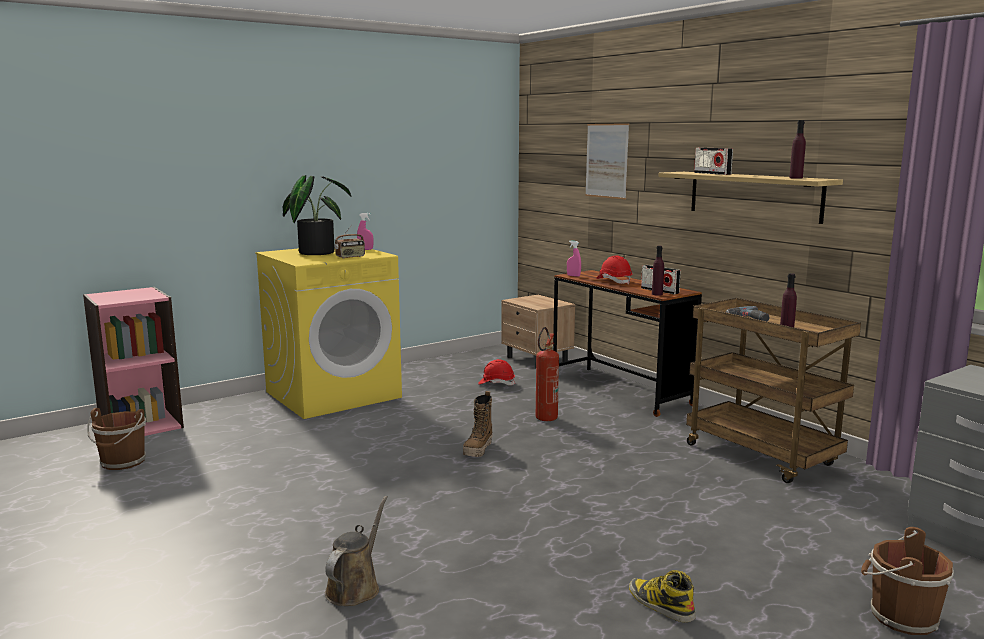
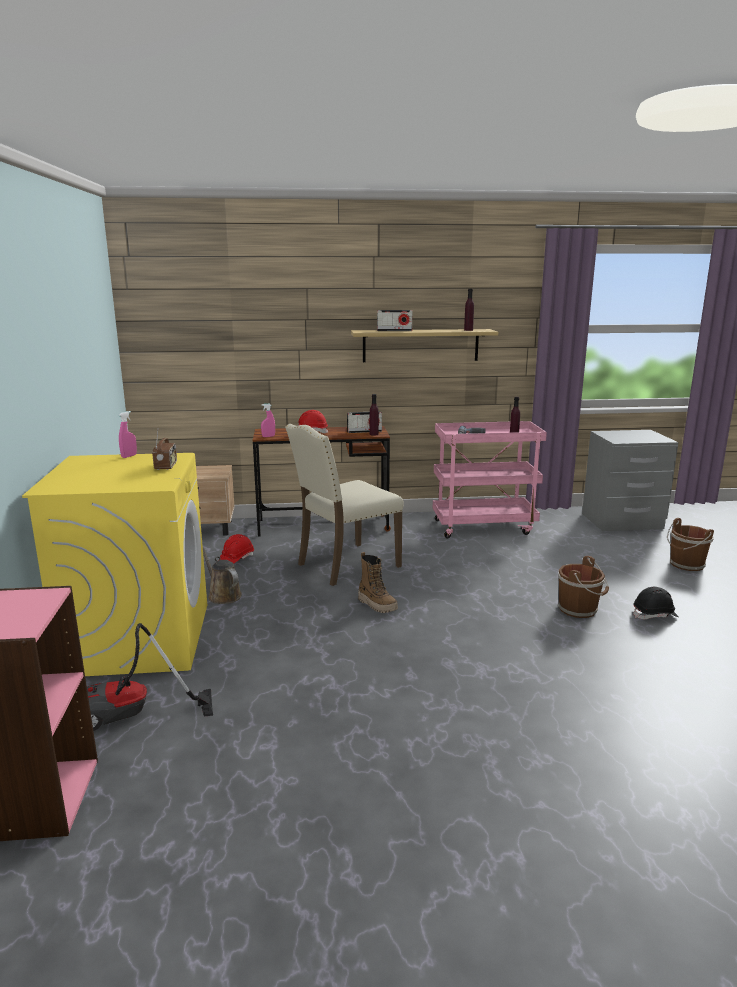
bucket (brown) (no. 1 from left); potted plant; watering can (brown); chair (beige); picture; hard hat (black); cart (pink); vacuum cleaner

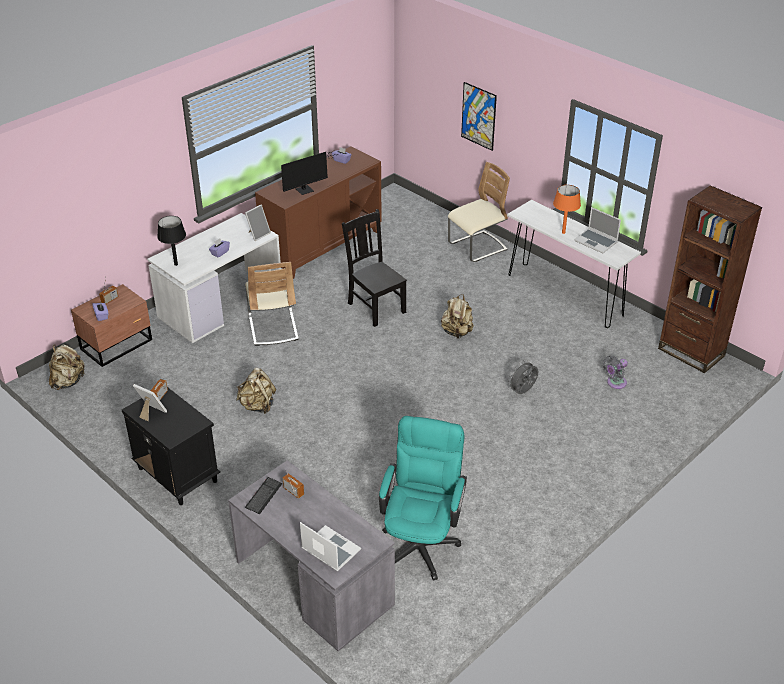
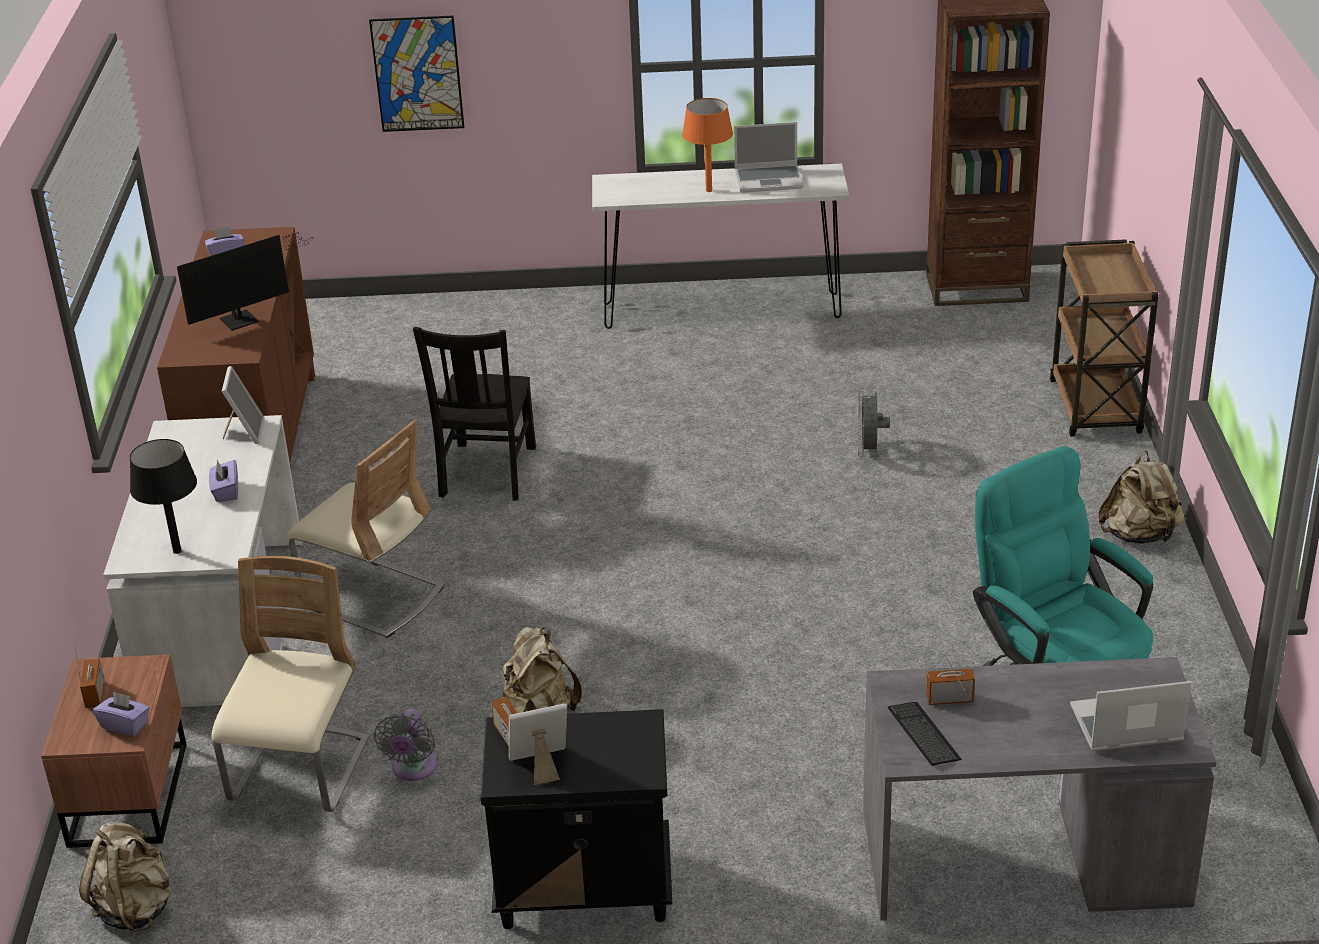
monitor; chair (black); backpack (beige) (no. 3 from left); chair (beige) (no. 1 from left); fan (grey) (no. 1 from left); cart (brown)

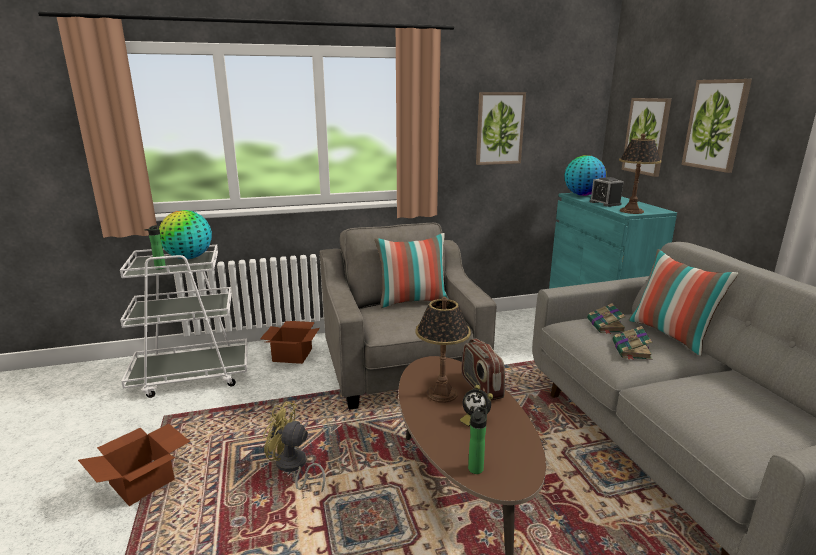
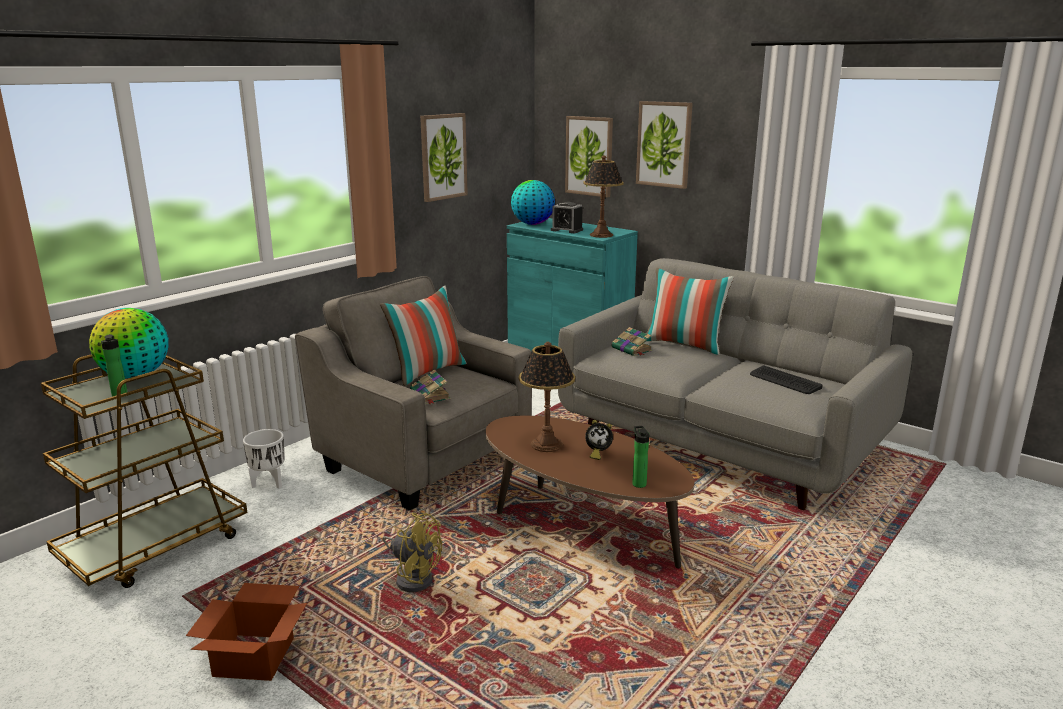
cart (brown); planter (white); fan (yellow); radio; book (no. 1 from left); keyboard

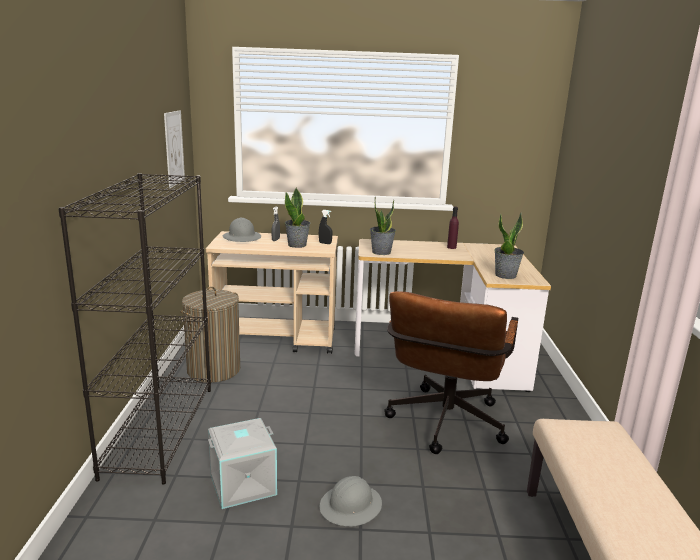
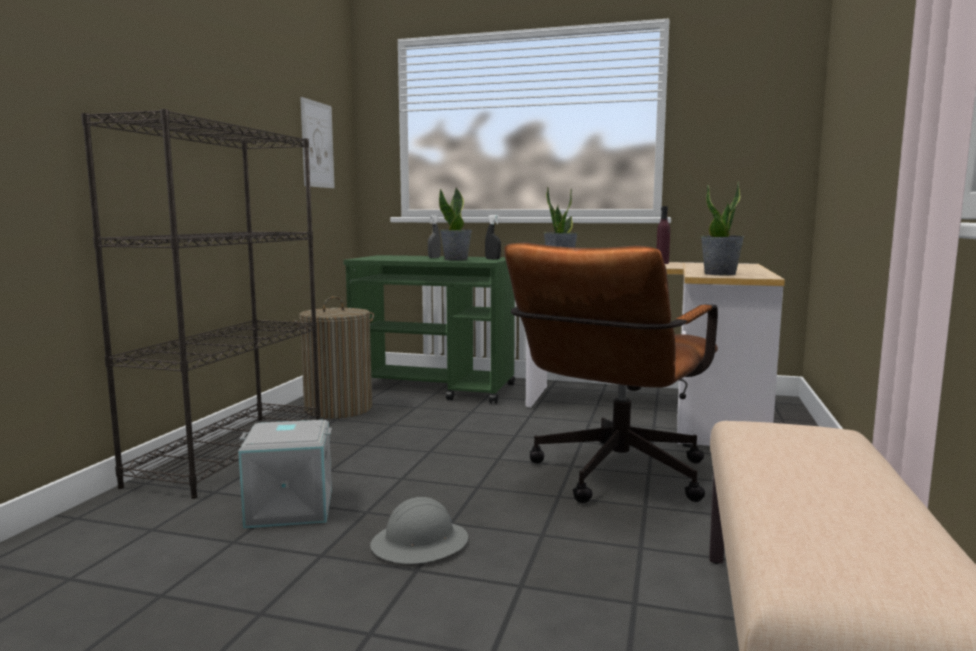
cart (green); hard hat (grey) (no. 1 from left in the first image)

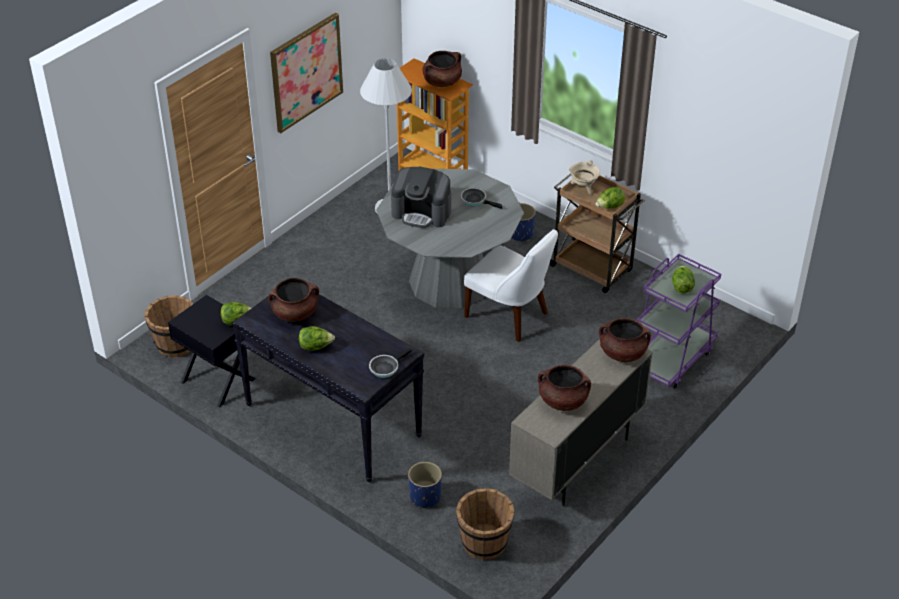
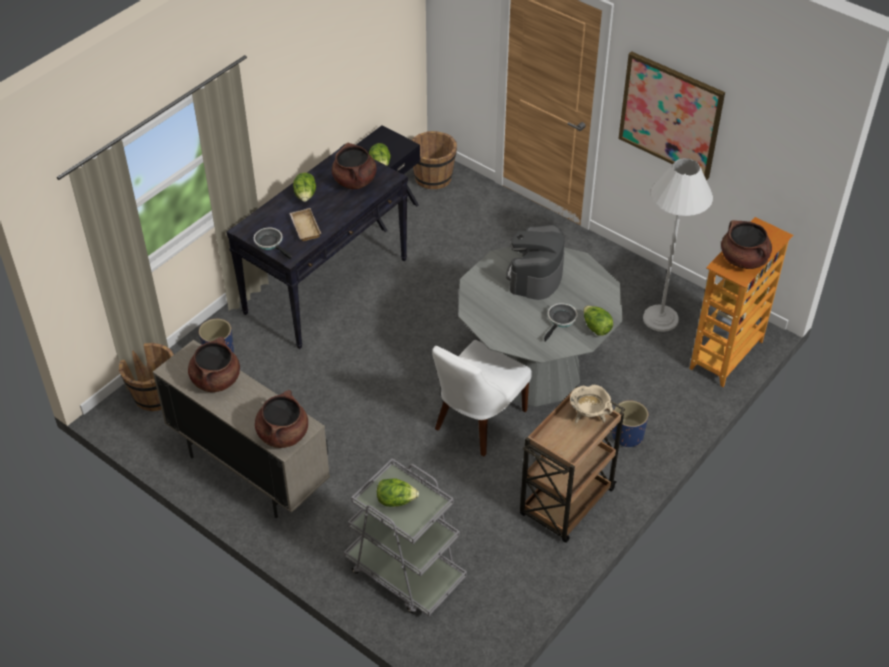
lettuce (no. 4 from left); cart (grey); tray (beige)

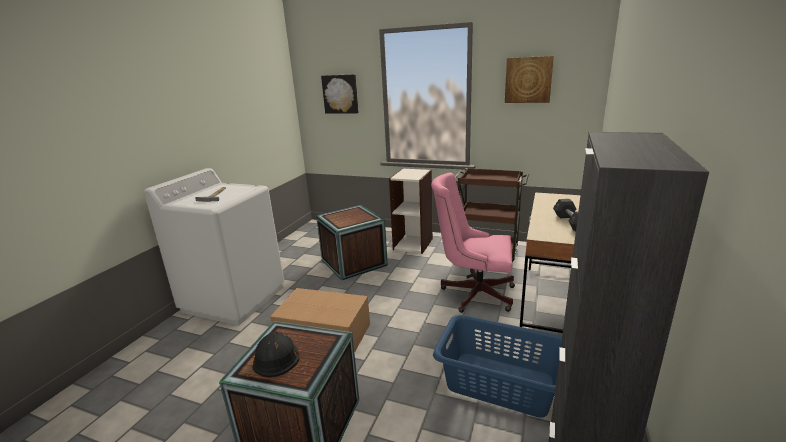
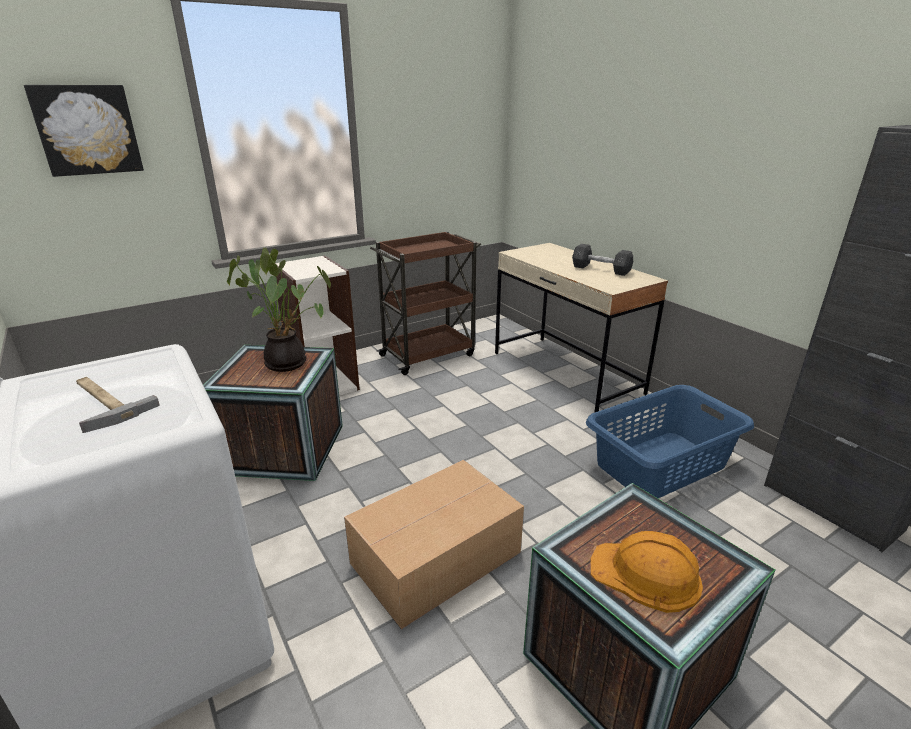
hard hat (orange); office chair (pink); picture (no. 2 from left in the first image); potted plant

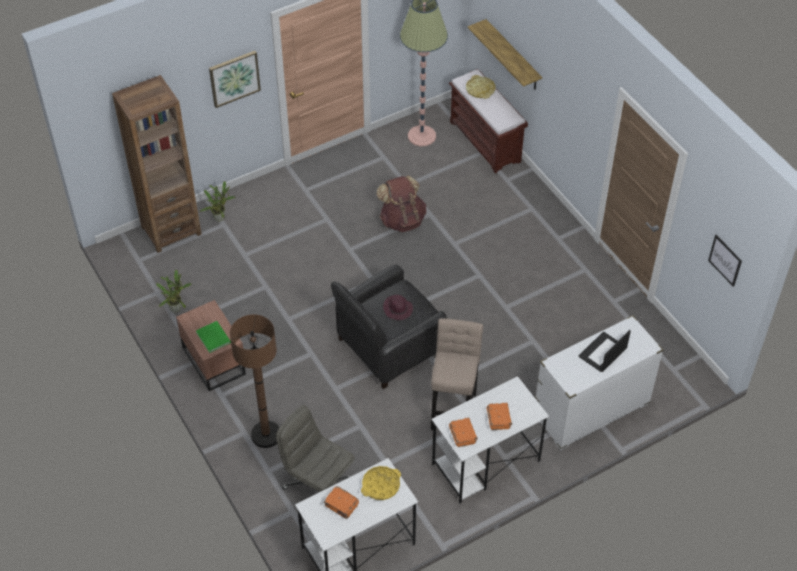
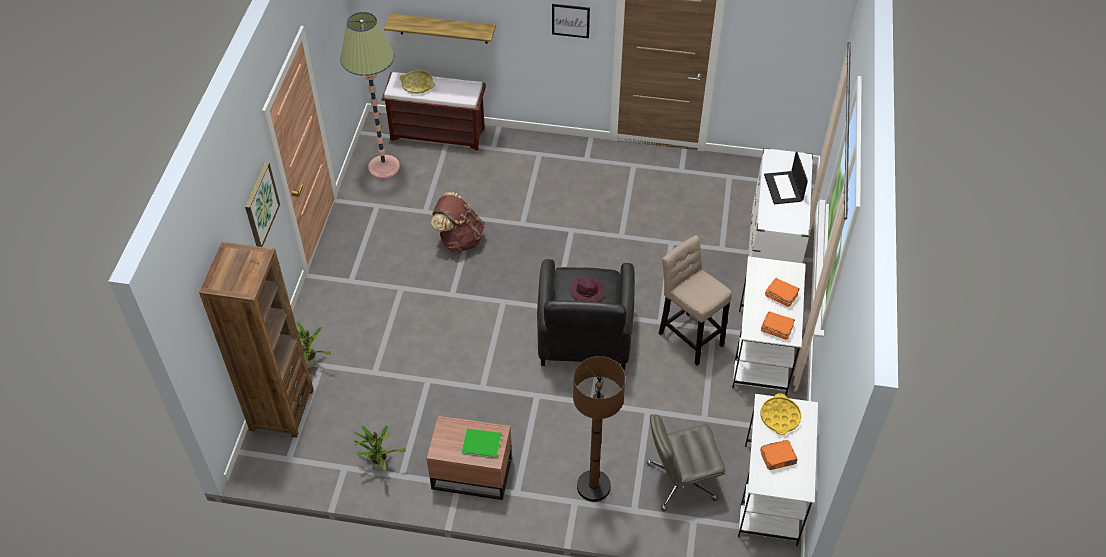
picture (no. 2 from left)

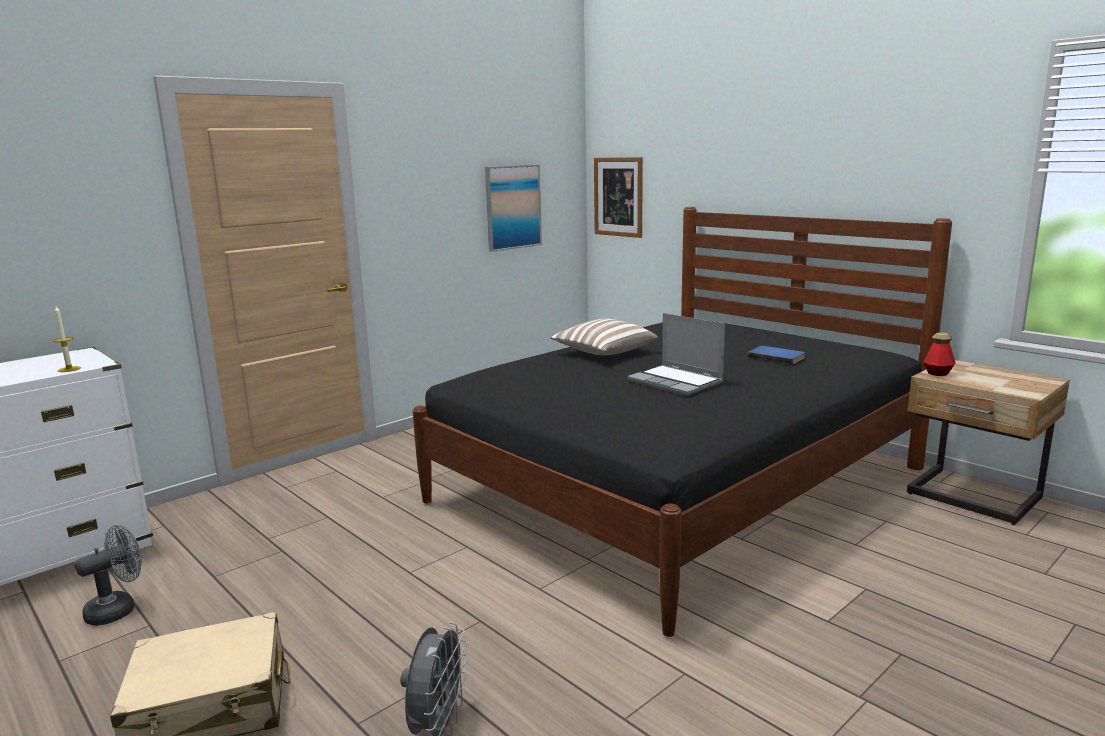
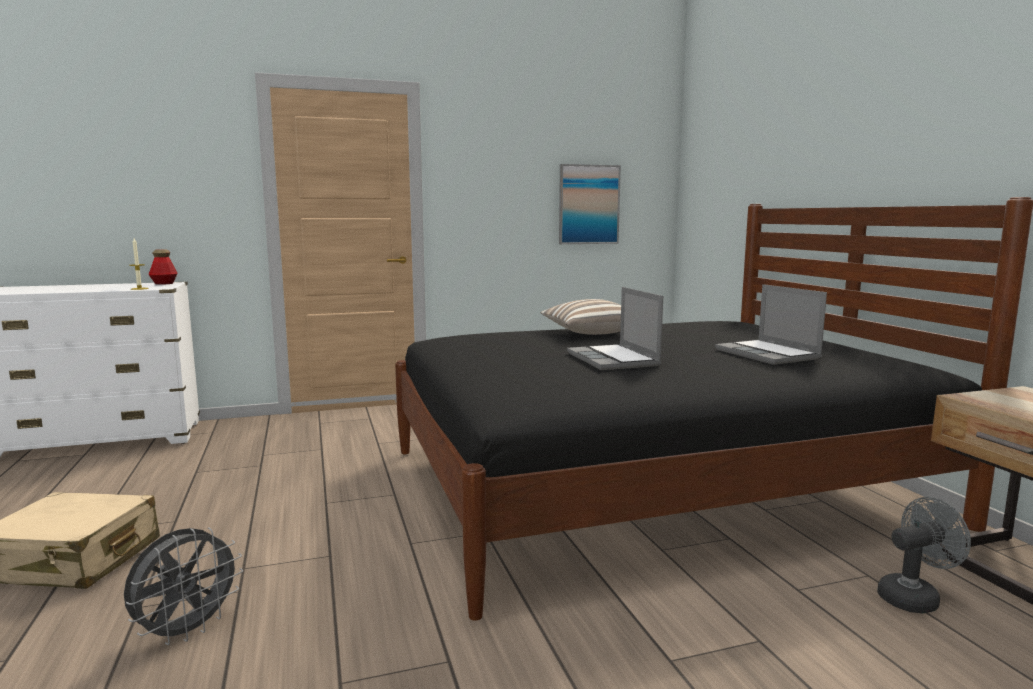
fan (grey) (no. 2 from left); picture (no. 2 from left in the first image); laptop (no. 2 from left); bottle

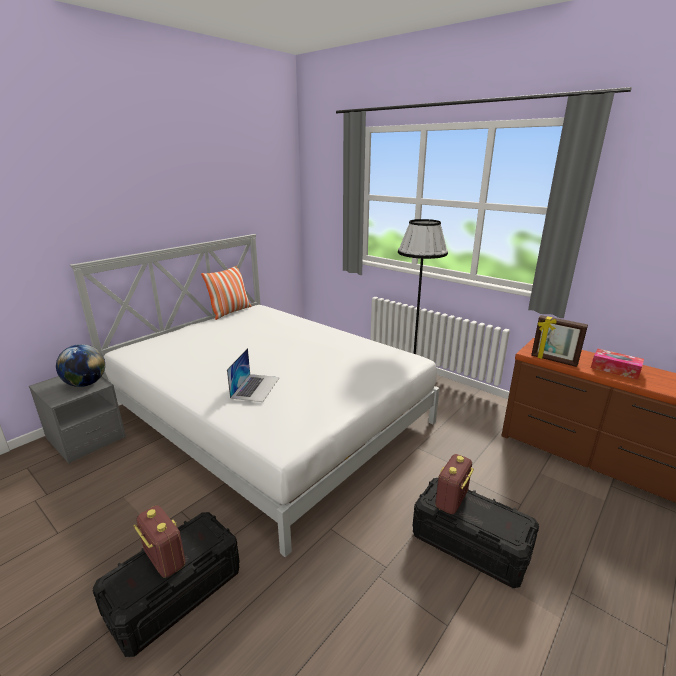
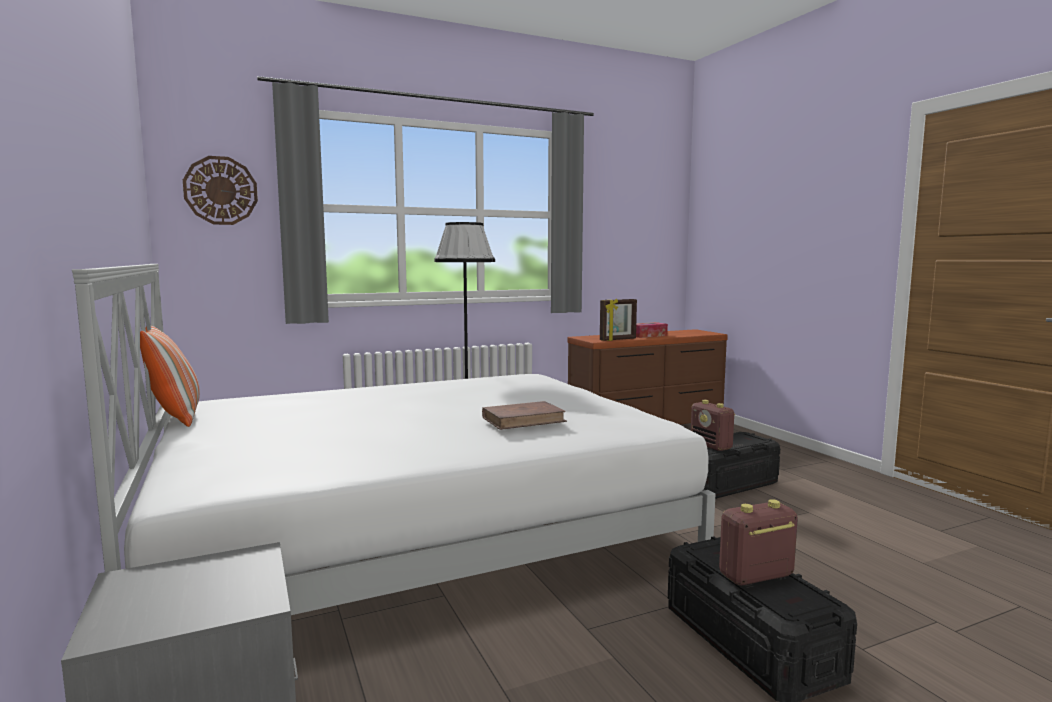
globe; book (brown); wall clock

